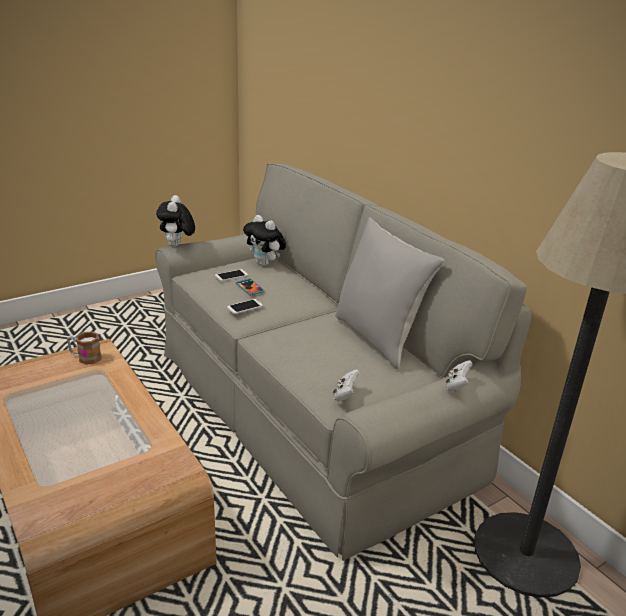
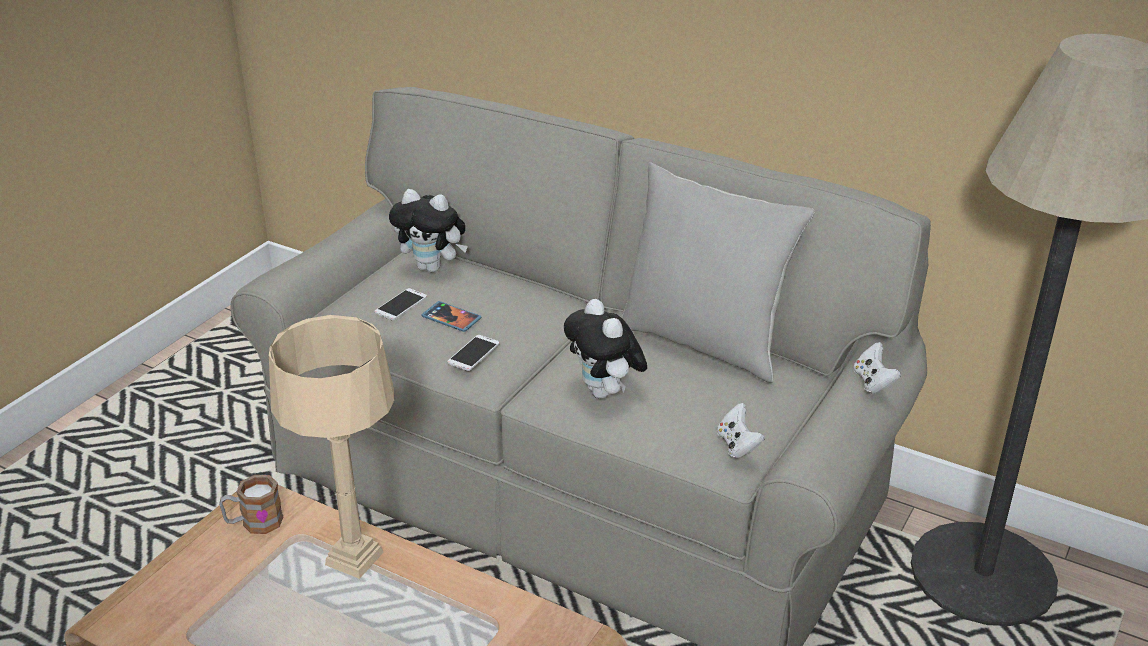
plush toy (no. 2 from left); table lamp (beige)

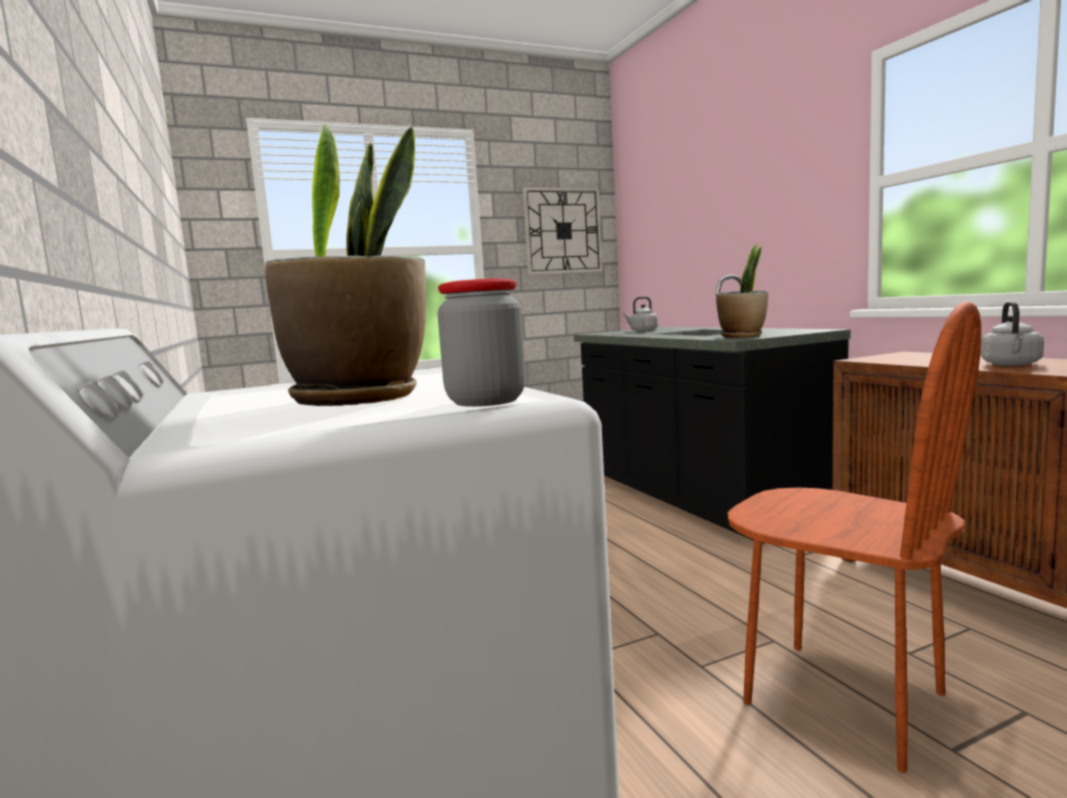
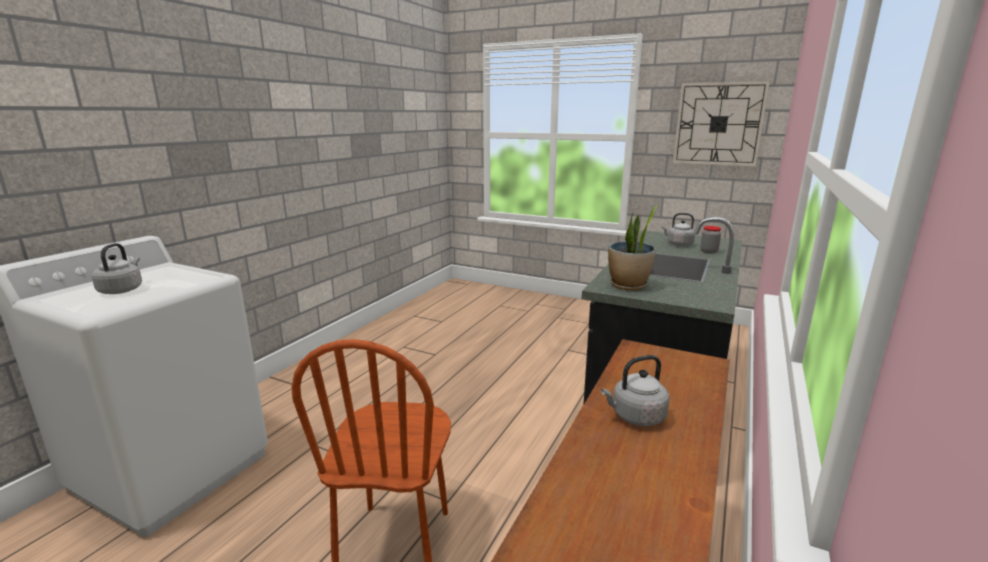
kettle (grey) (no. 1 from left); jar

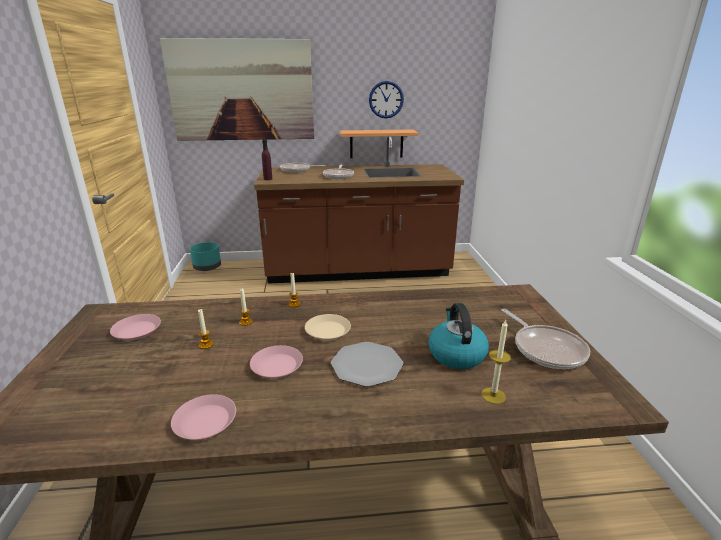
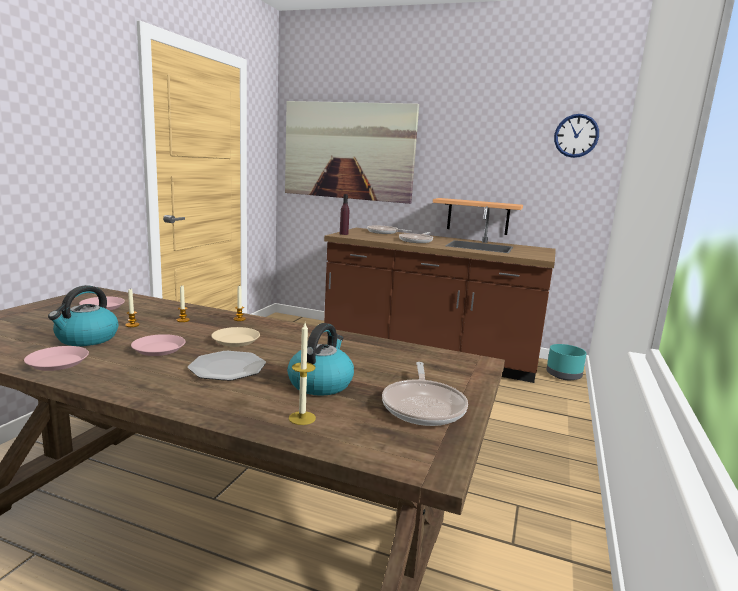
planter (turquoise); wall clock; kettle (no. 1 from left)

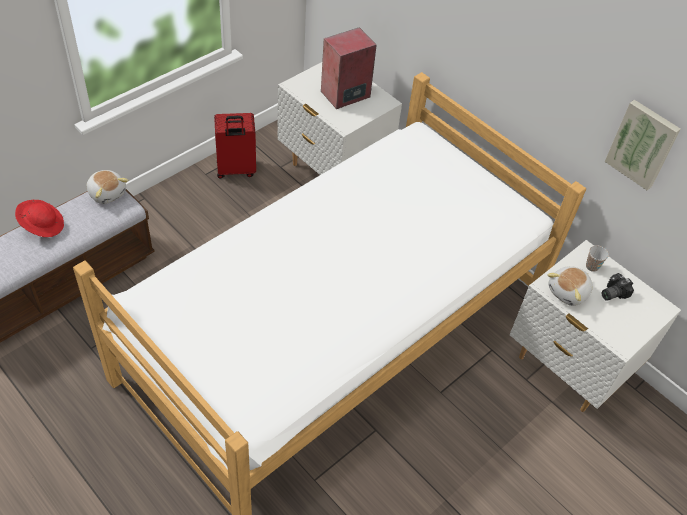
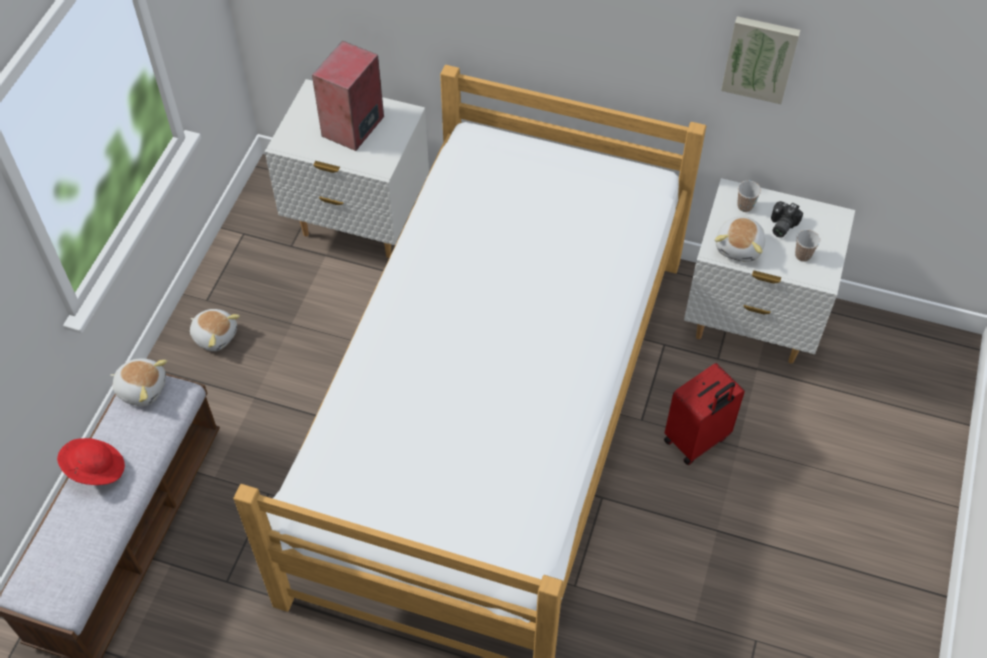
suitcase (red); plush toy (no. 2 from left); cup (no. 2 from left)

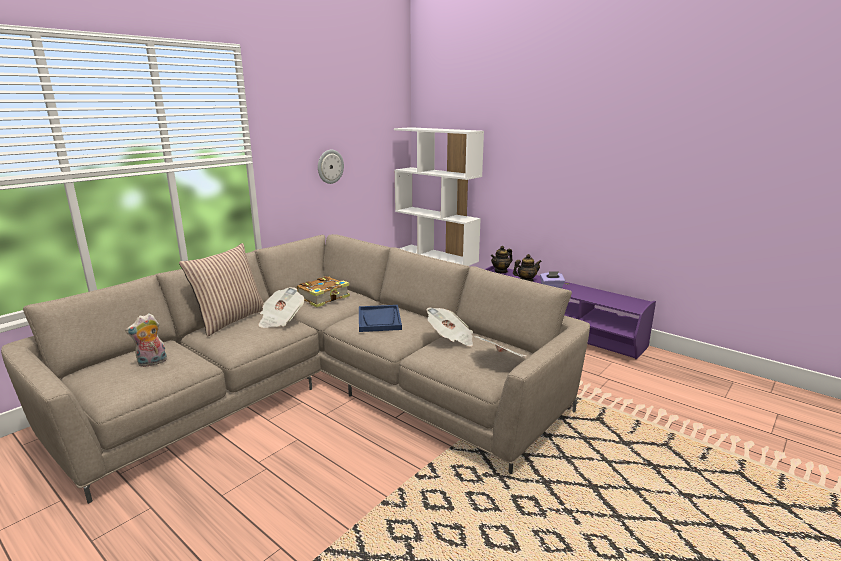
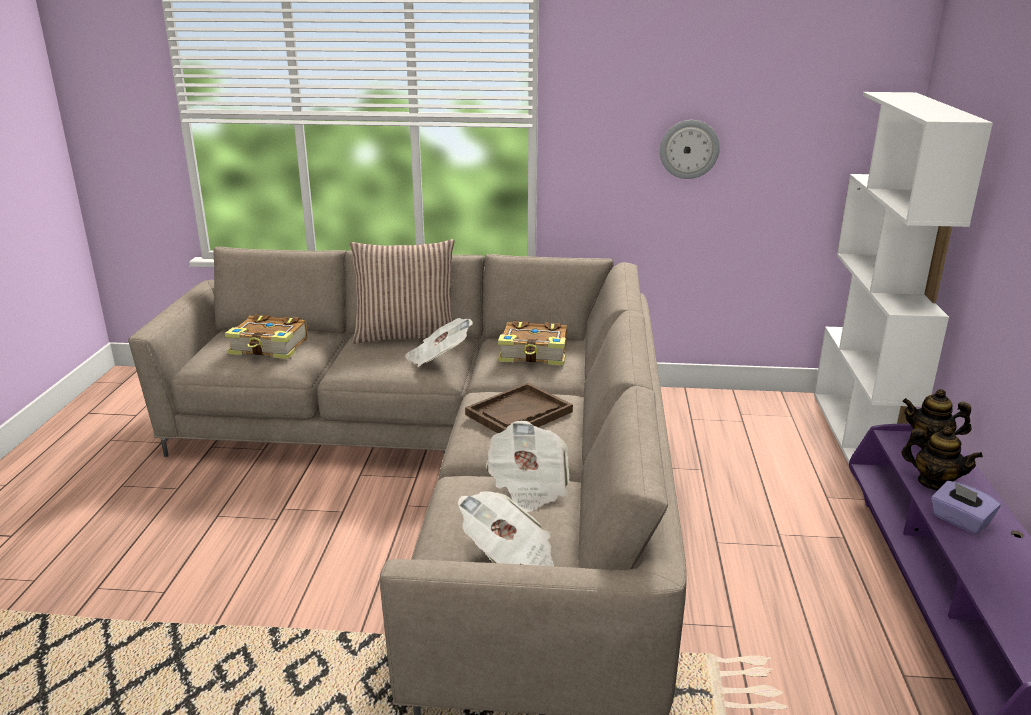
book (no. 1 from left); tray (brown)

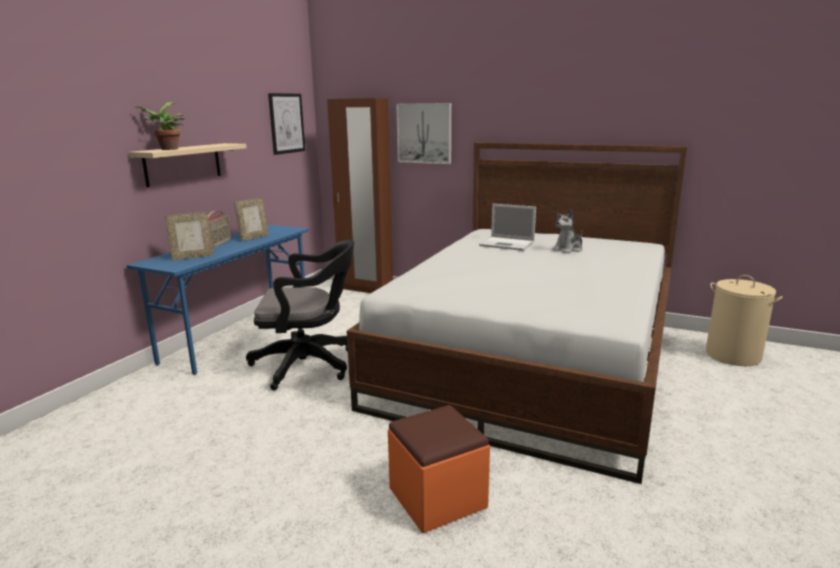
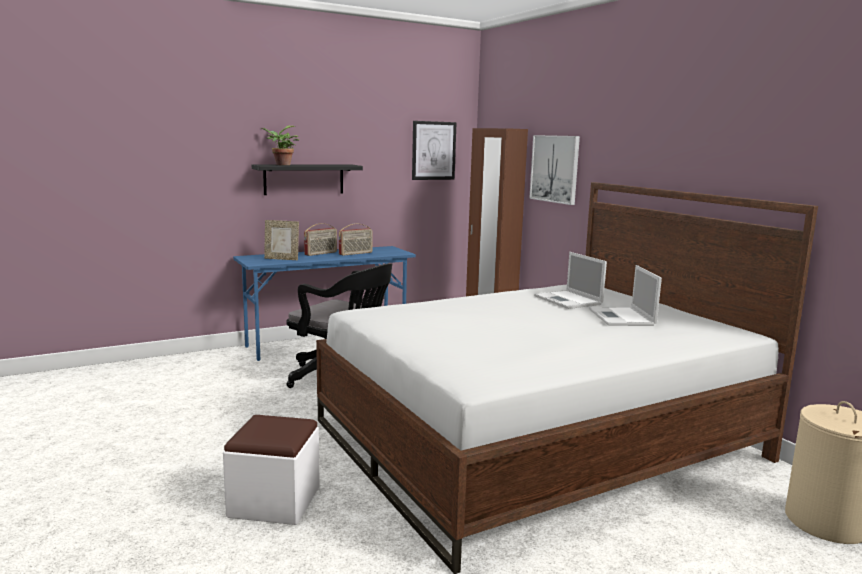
shelf (black); radio (no. 2 from left); ottoman (white); laptop (no. 2 from left)

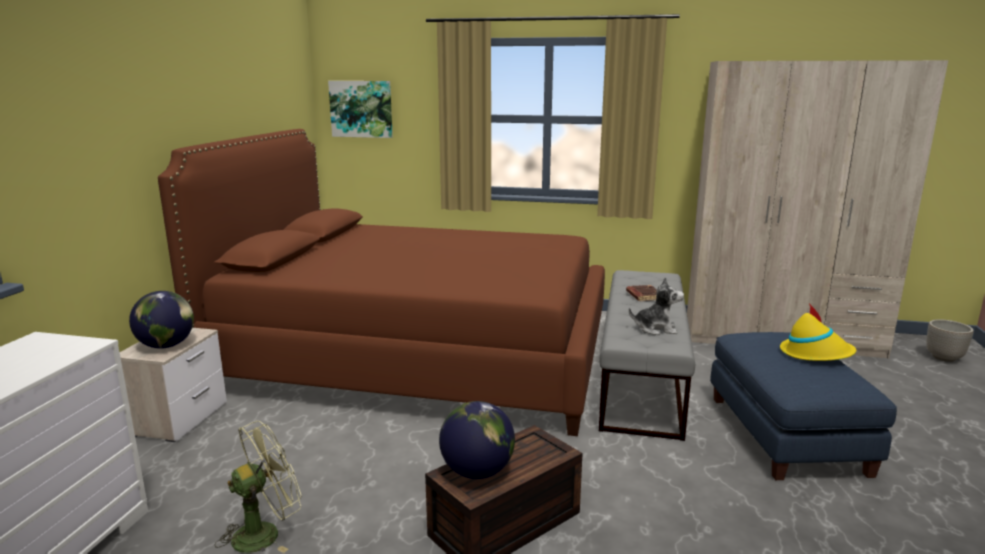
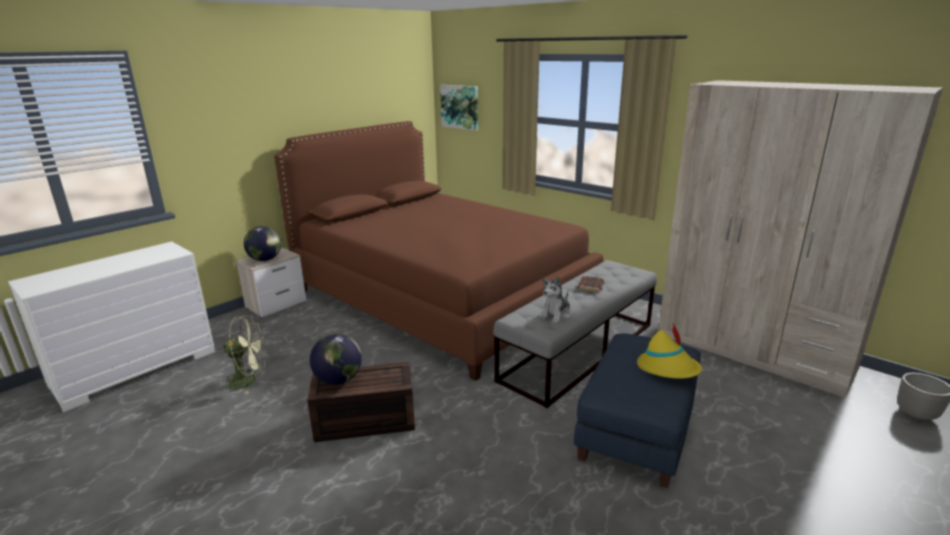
plush toy

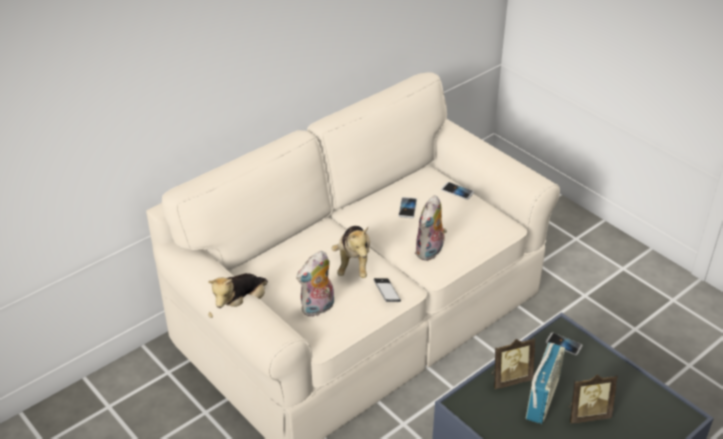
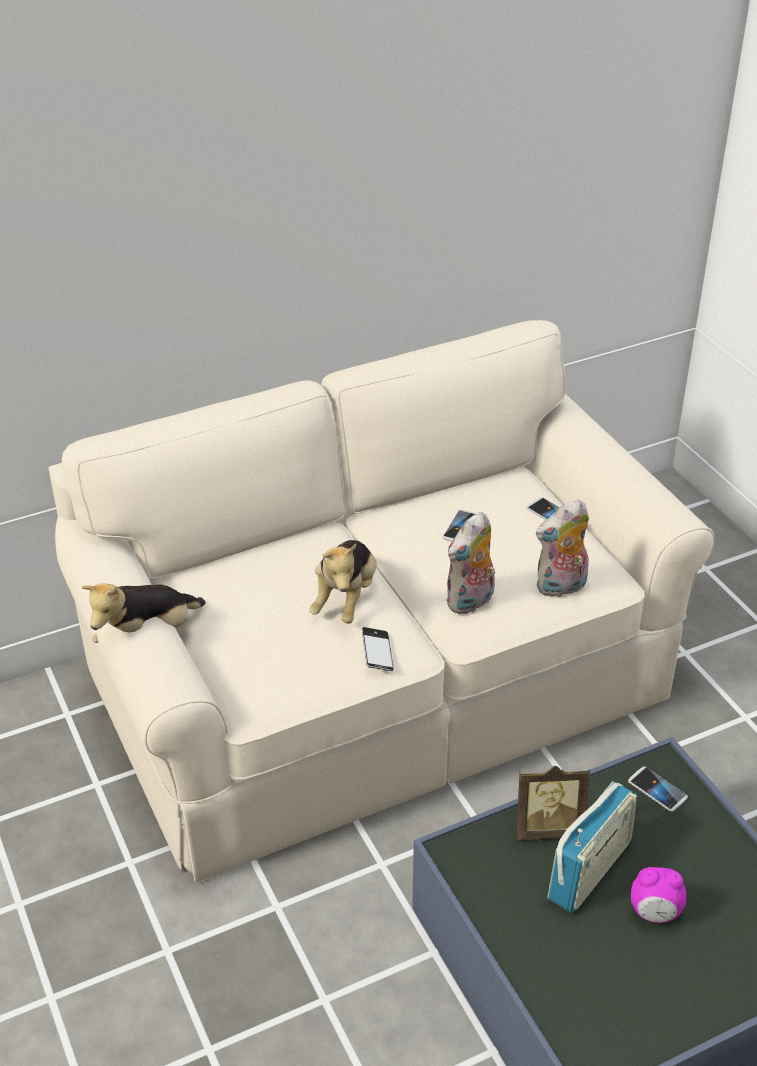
plush toy (no. 4 from left); alarm clock

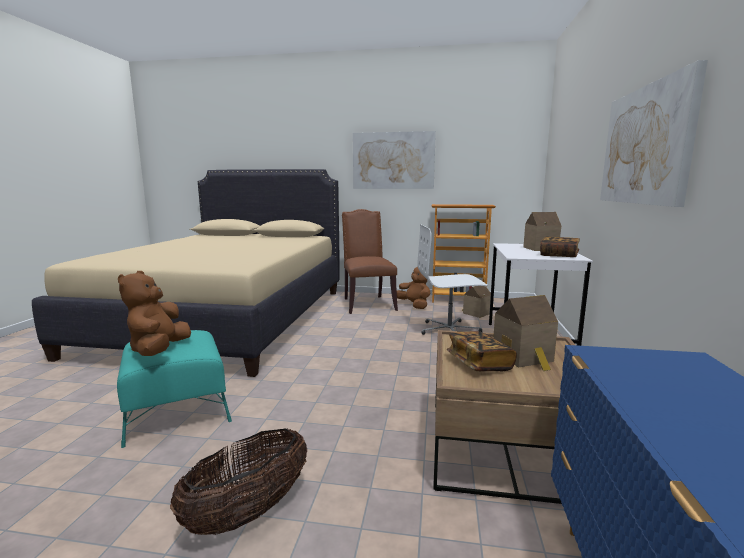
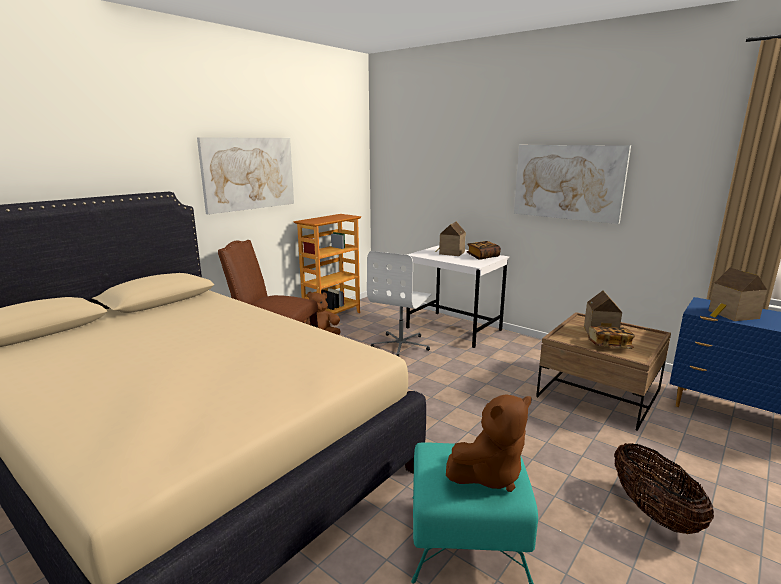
plush toy (brown) (no. 2 from left); toy house (no. 3 from left)

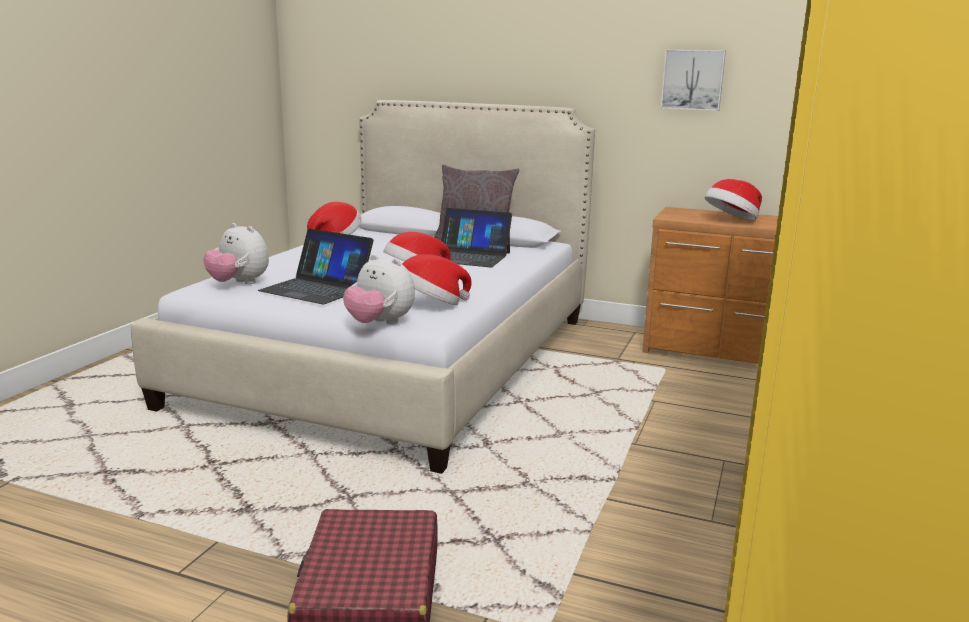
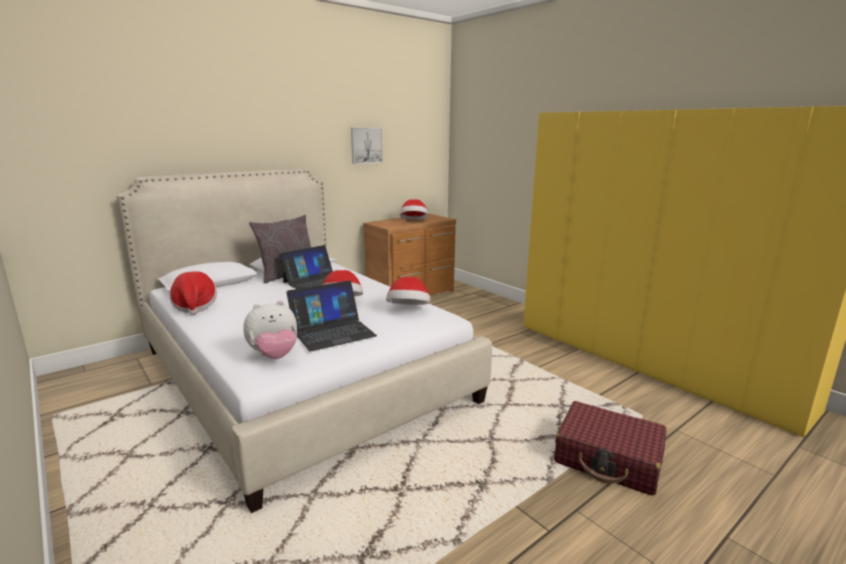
plush toy (no. 2 from left in the first image)

